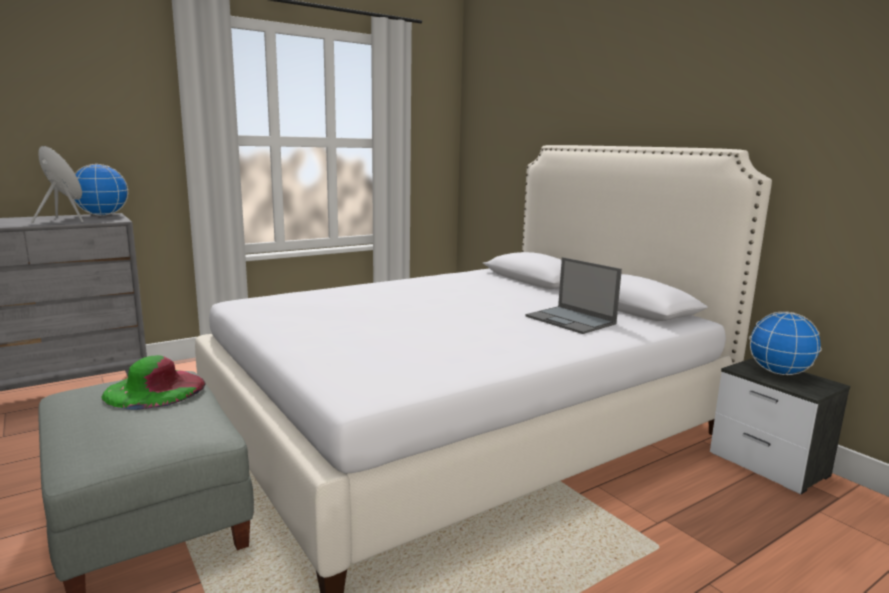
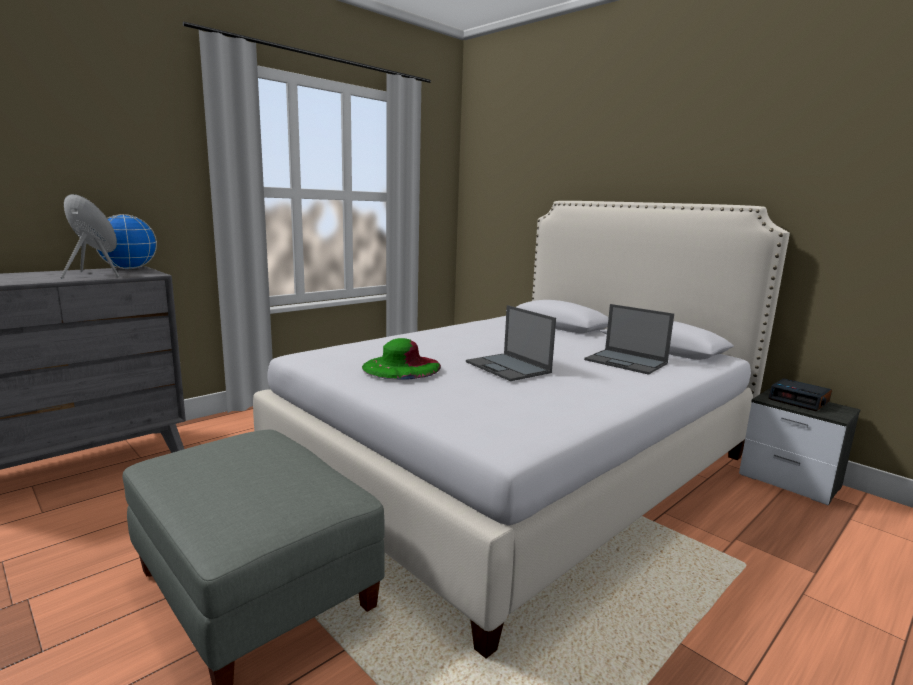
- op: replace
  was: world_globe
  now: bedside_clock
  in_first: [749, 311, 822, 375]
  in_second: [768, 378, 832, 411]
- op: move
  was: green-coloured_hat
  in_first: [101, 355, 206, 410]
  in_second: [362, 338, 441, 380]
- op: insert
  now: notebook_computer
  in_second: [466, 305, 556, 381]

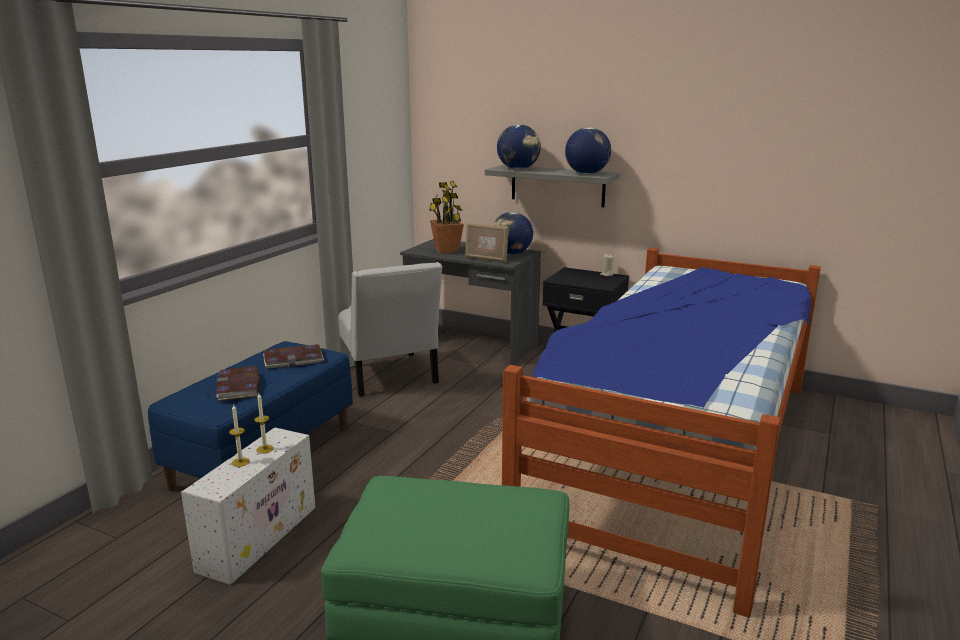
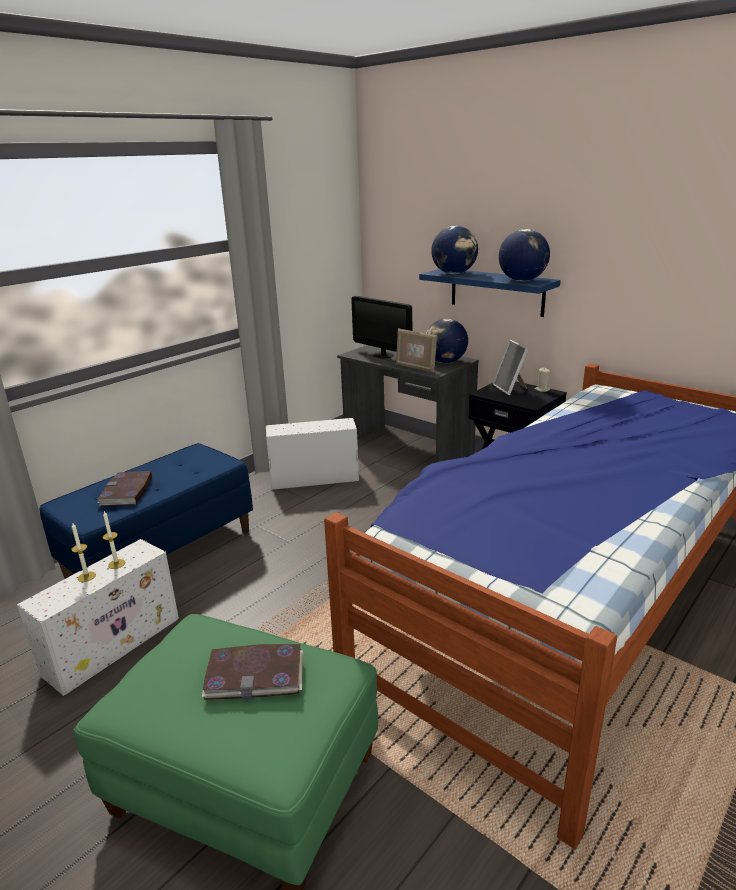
- op: recolor
  was: gray_shelf
  now: blue_shelf
  in_first: [485, 165, 619, 207]
  in_second: [419, 269, 561, 317]
- op: replace
  was: plant_in_a_pot
  now: computer_screen
  in_first: [429, 181, 464, 254]
  in_second: [351, 296, 412, 358]
- op: replace
  was: whitish_chair
  now: whitish_storage_box
  in_first: [338, 262, 442, 397]
  in_second: [266, 418, 359, 490]
- op: move
  was: bound_book
  in_first: [263, 344, 324, 369]
  in_second: [201, 644, 303, 700]
- op: insert
  now: photo_frame
  in_second: [492, 340, 529, 395]

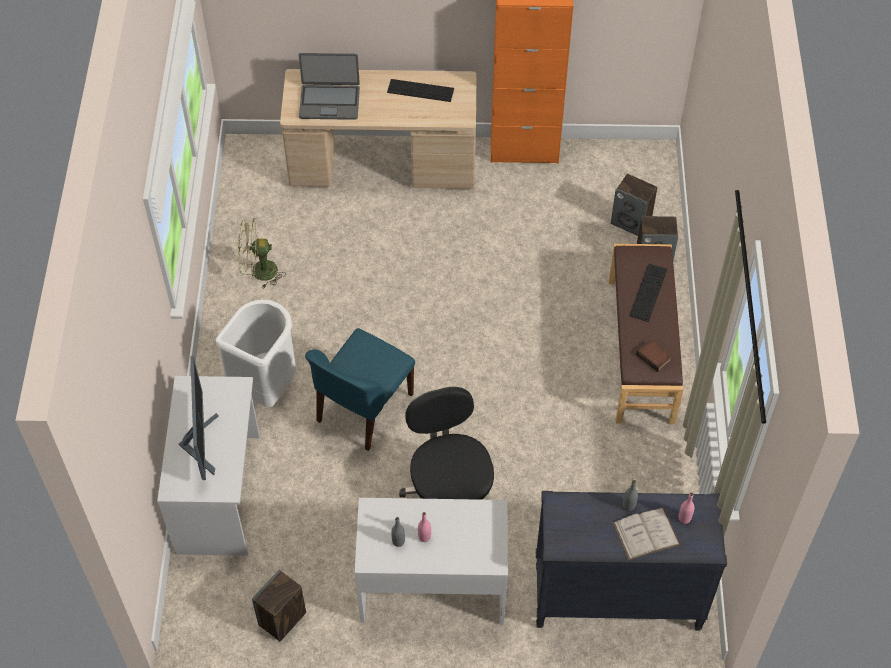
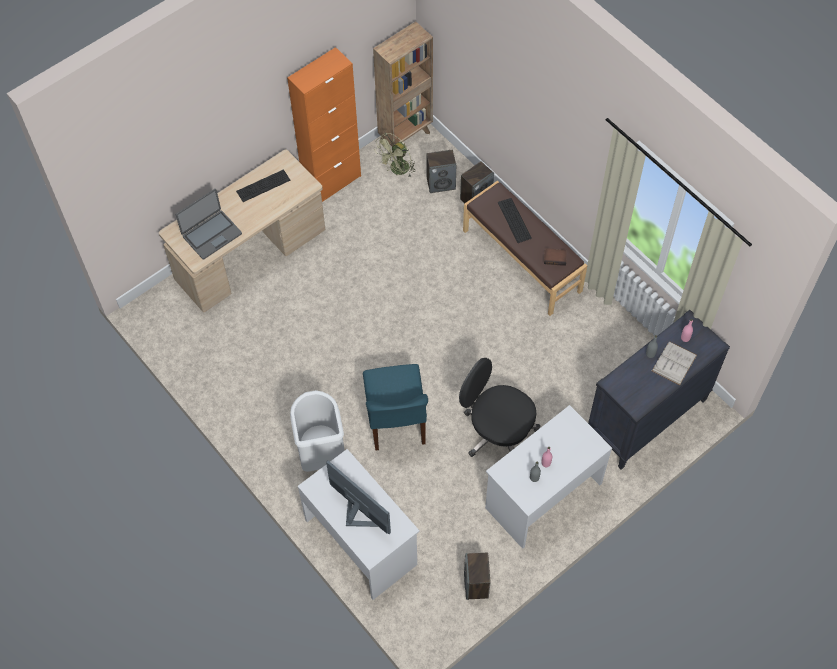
- op: move
  was: green-coloured_fan
  in_first: [238, 218, 286, 287]
  in_second: [375, 133, 415, 177]
- op: insert
  now: brown_shelving_unit
  in_second: [373, 21, 433, 146]

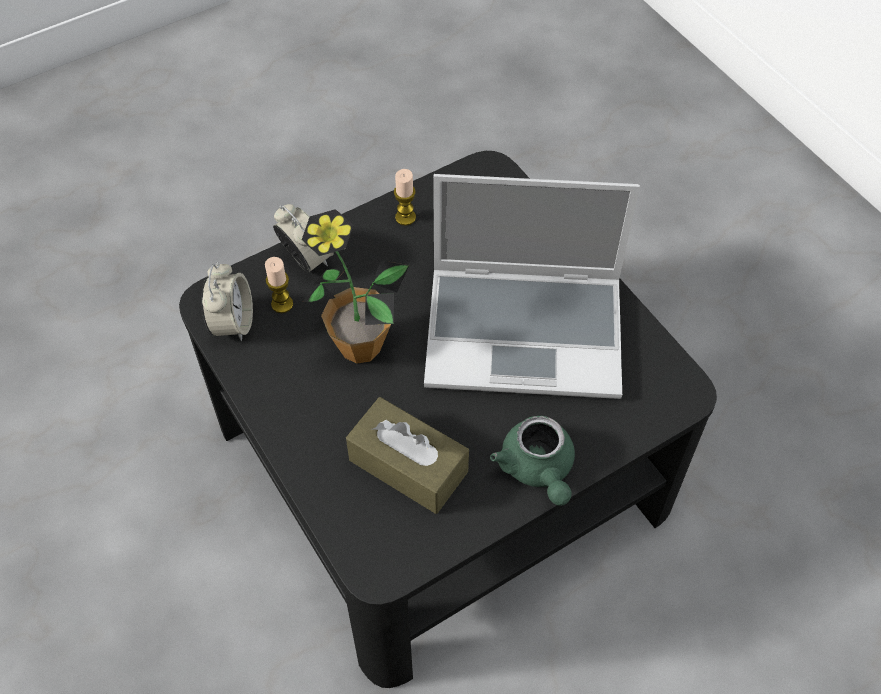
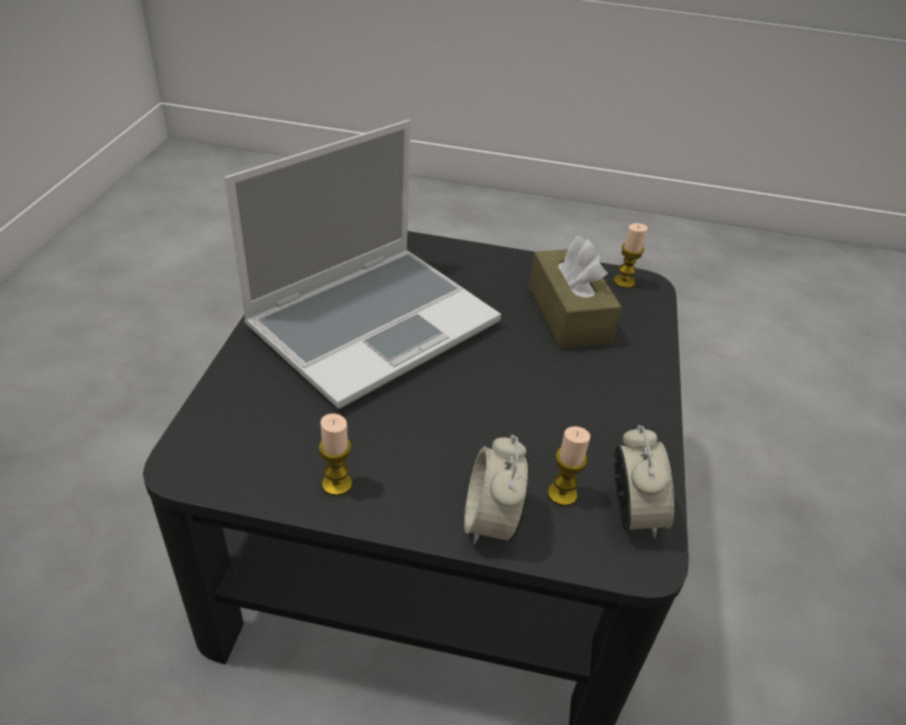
- op: rotate
  was: notebook_computer
  in_first: [424, 174, 640, 399]
  in_second: [224, 120, 501, 409]
  clockwise: 90
- op: delete
  was: plant_in_a_pot
  in_first: [302, 209, 409, 364]
- op: rotate
  was: bedside_clock
  in_first: [201, 262, 253, 341]
  in_second: [614, 425, 674, 538]
  clockwise: 135
- op: delete
  was: green-coloured_teapot
  in_first: [490, 416, 575, 506]
- op: insert
  now: wax_light
  in_second: [613, 223, 648, 288]

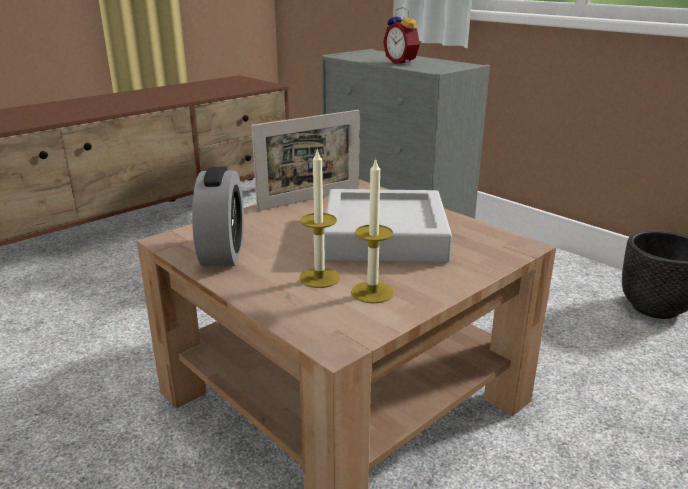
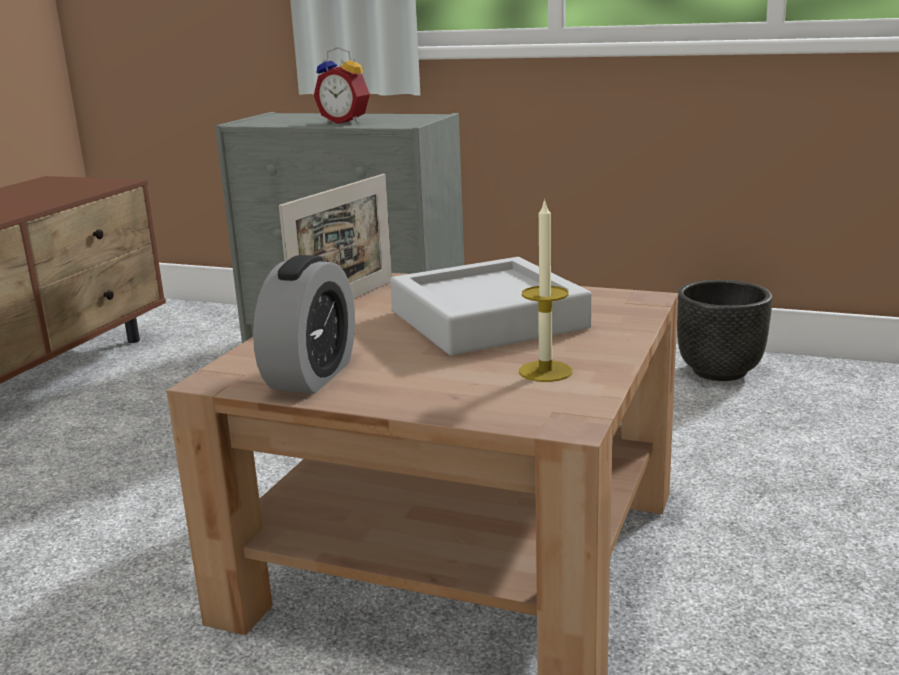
- op: delete
  was: wax_light
  in_first: [299, 148, 340, 288]
- op: rotate
  was: bedside_clock
  in_first: [192, 167, 244, 266]
  in_second: [253, 255, 355, 394]
  clockwise: 45

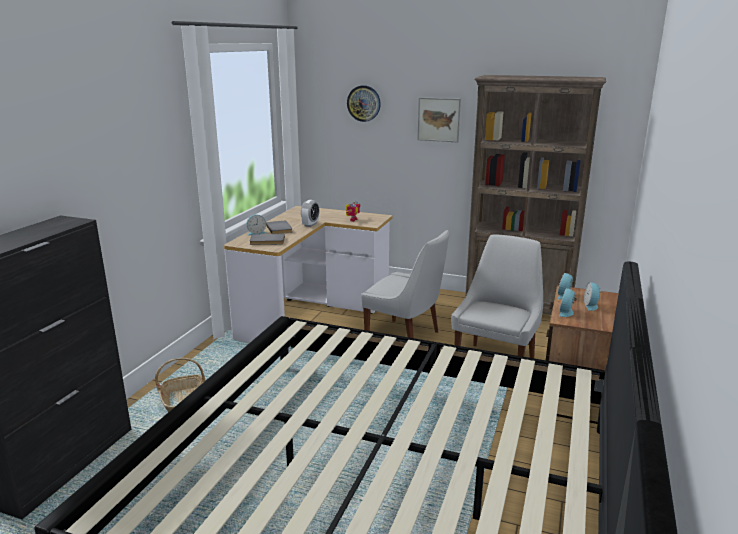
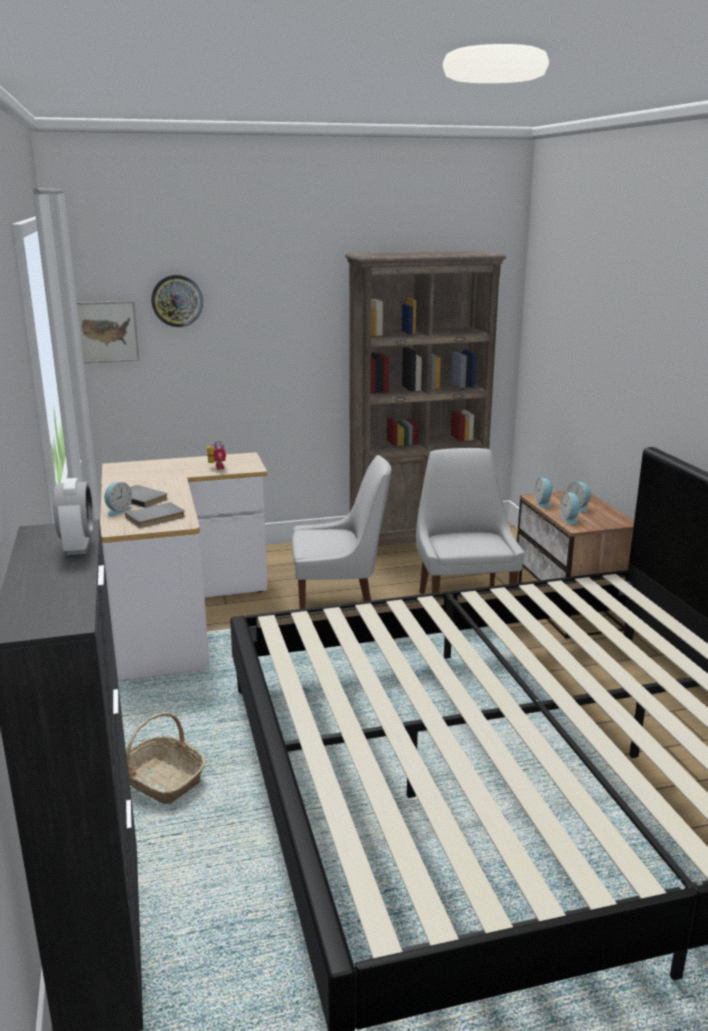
- op: move
  was: wall_art
  in_first: [417, 97, 461, 142]
  in_second: [77, 301, 140, 363]
- op: move
  was: bedside_clock
  in_first: [301, 200, 319, 227]
  in_second: [53, 478, 93, 555]

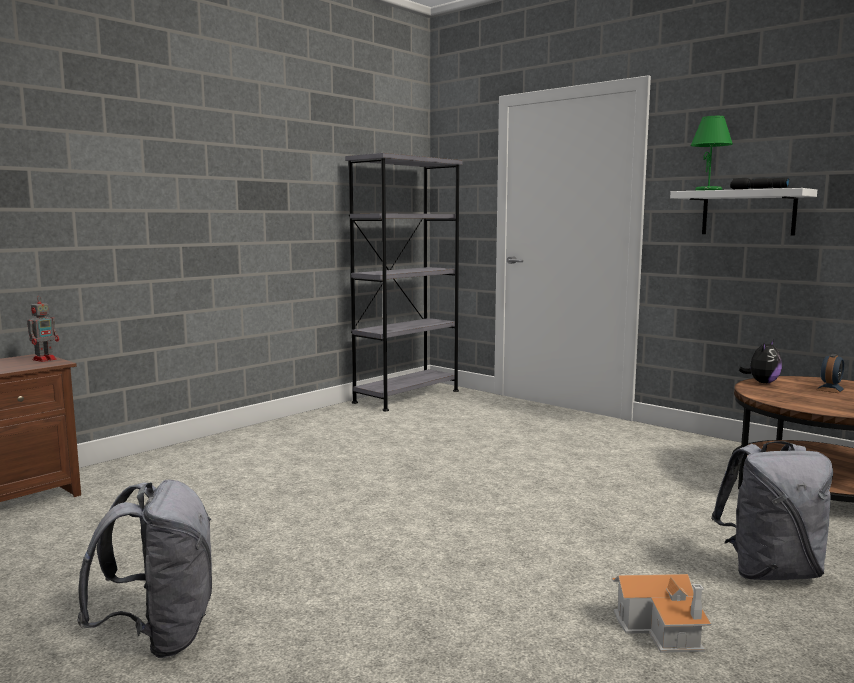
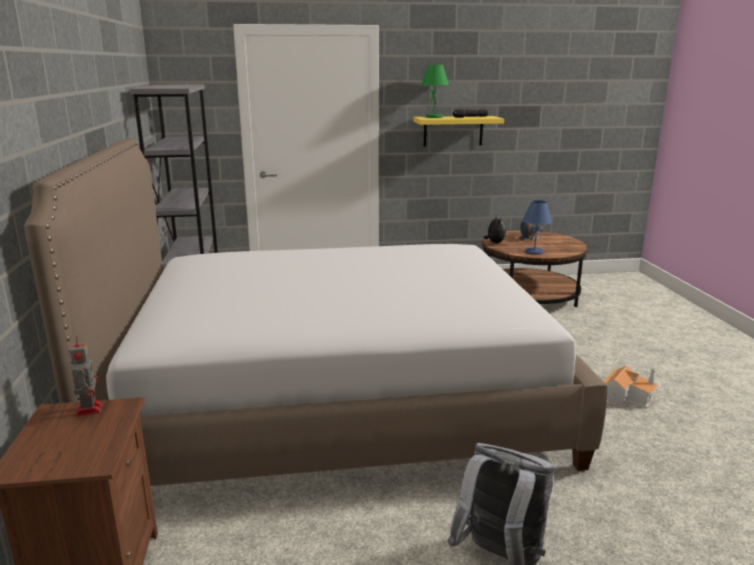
- op: recolor
  was: whitish_shelf
  now: yellow-coloured_shelf
  in_first: [670, 188, 817, 236]
  in_second: [413, 116, 504, 147]
- op: delete
  was: gray_knapsack
  in_first: [711, 441, 833, 580]
- op: insert
  now: sleeping_bed
  in_second: [24, 138, 608, 486]
- op: insert
  now: blue_tabletop_lamp
  in_second: [523, 200, 552, 255]

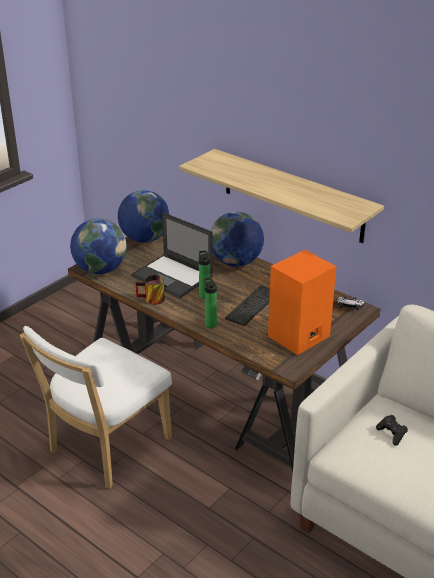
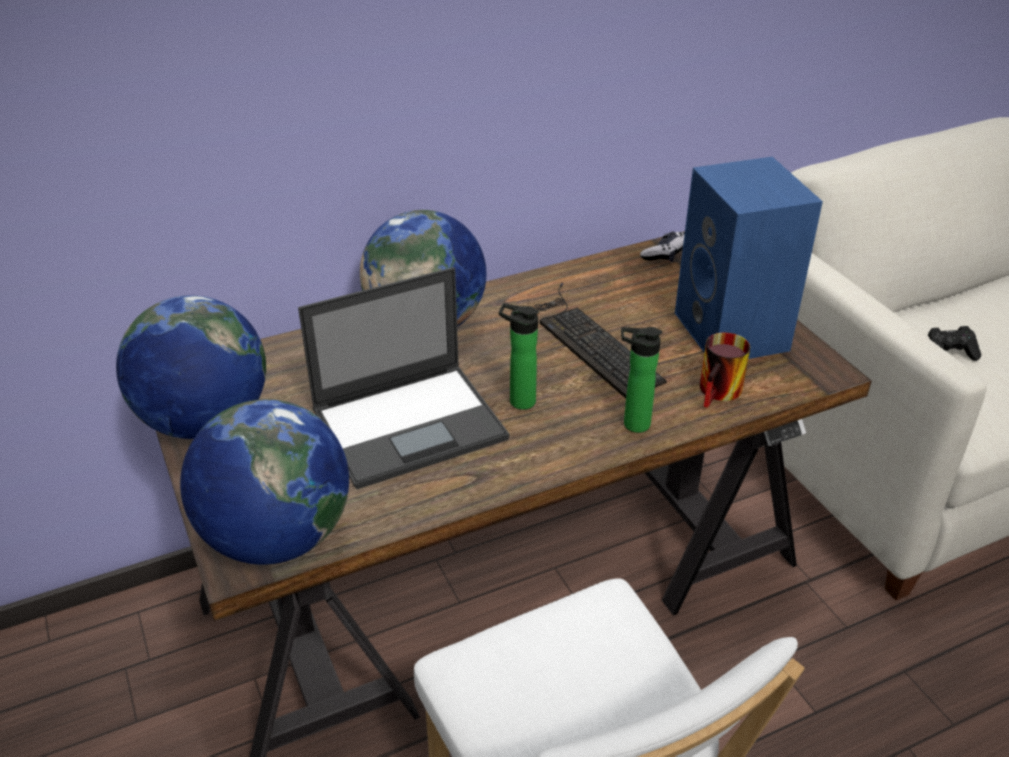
- op: delete
  was: shelf
  in_first: [179, 149, 384, 243]
- op: recolor
  was: orange-coloured_loudspeaker
  now: blue_loudspeaker
  in_first: [268, 250, 336, 355]
  in_second: [675, 157, 823, 359]
- op: move
  was: mug
  in_first: [136, 275, 165, 305]
  in_second: [700, 332, 750, 408]

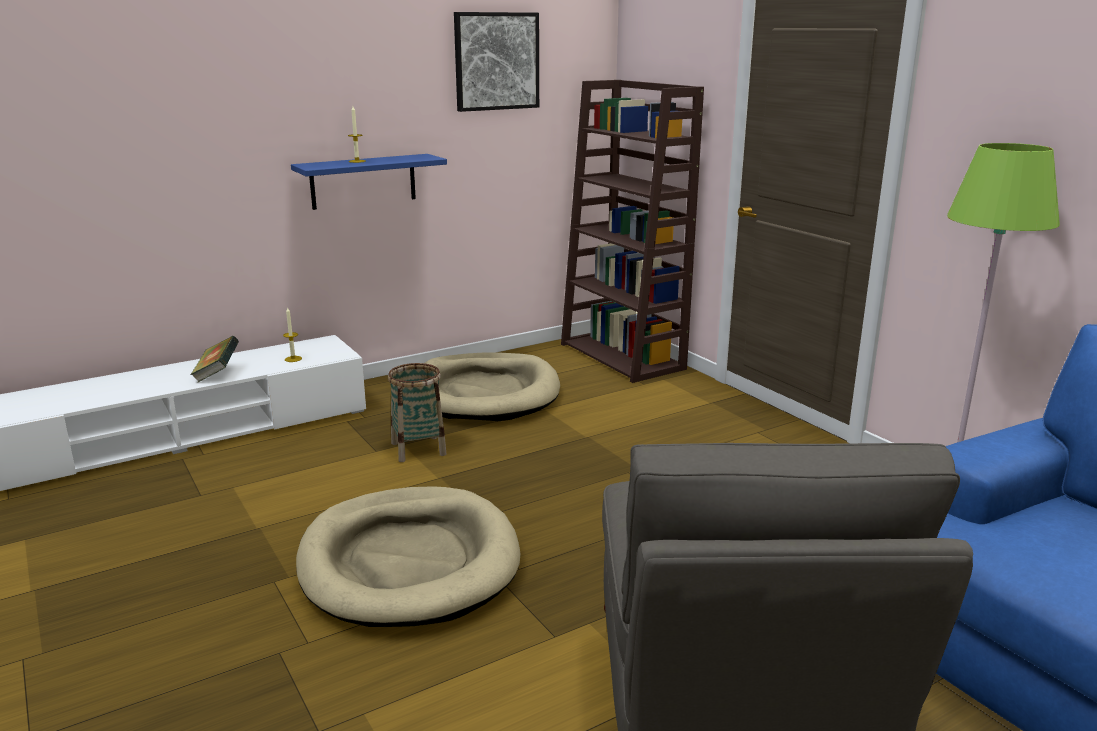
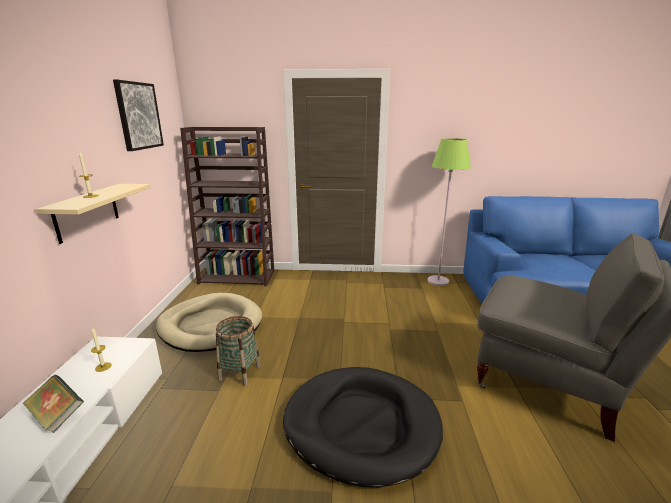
- op: recolor
  was: blue_shelf
  now: beige_shelf
  in_first: [291, 154, 447, 210]
  in_second: [36, 184, 150, 244]
- op: recolor
  was: beige_dog_bed
  now: black_dog_bed
  in_first: [296, 486, 521, 627]
  in_second: [283, 367, 443, 488]

